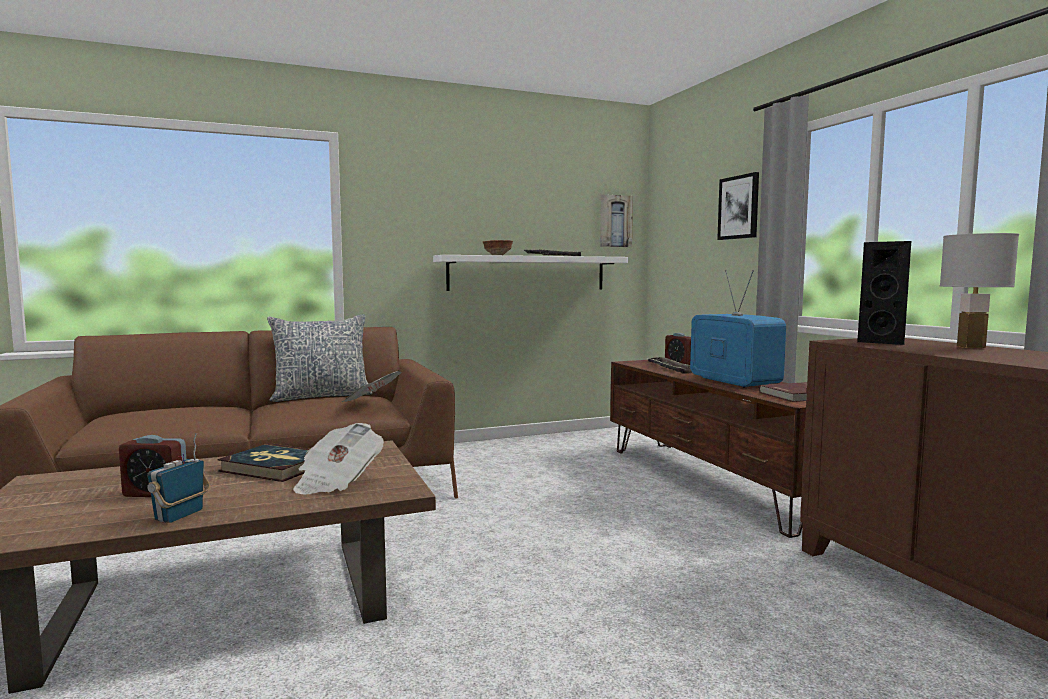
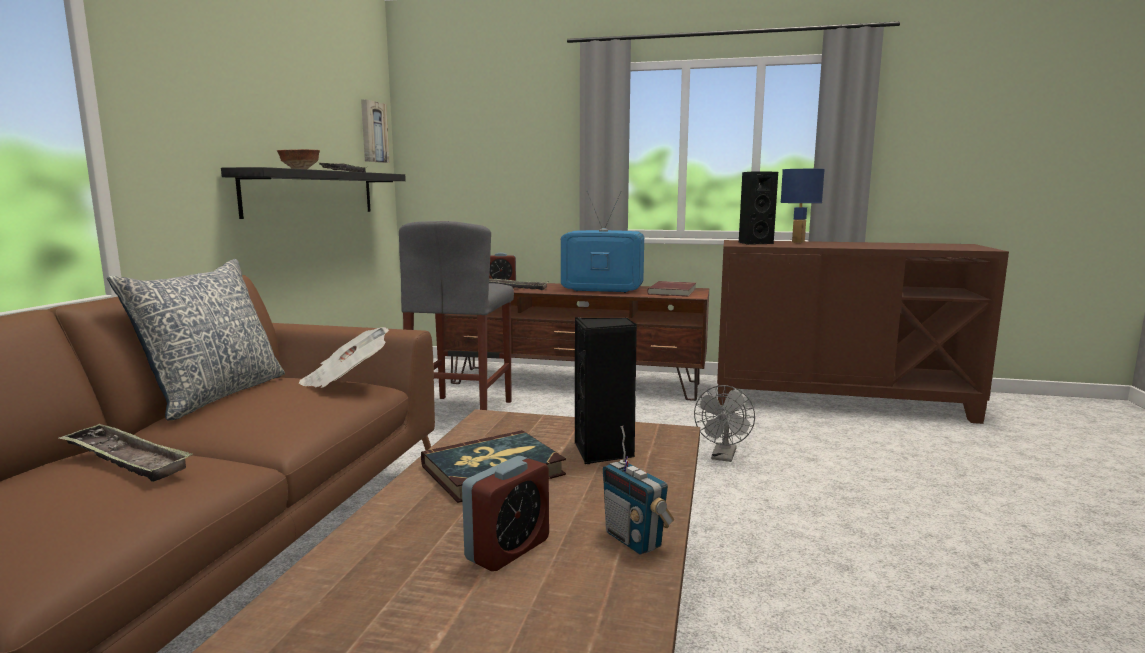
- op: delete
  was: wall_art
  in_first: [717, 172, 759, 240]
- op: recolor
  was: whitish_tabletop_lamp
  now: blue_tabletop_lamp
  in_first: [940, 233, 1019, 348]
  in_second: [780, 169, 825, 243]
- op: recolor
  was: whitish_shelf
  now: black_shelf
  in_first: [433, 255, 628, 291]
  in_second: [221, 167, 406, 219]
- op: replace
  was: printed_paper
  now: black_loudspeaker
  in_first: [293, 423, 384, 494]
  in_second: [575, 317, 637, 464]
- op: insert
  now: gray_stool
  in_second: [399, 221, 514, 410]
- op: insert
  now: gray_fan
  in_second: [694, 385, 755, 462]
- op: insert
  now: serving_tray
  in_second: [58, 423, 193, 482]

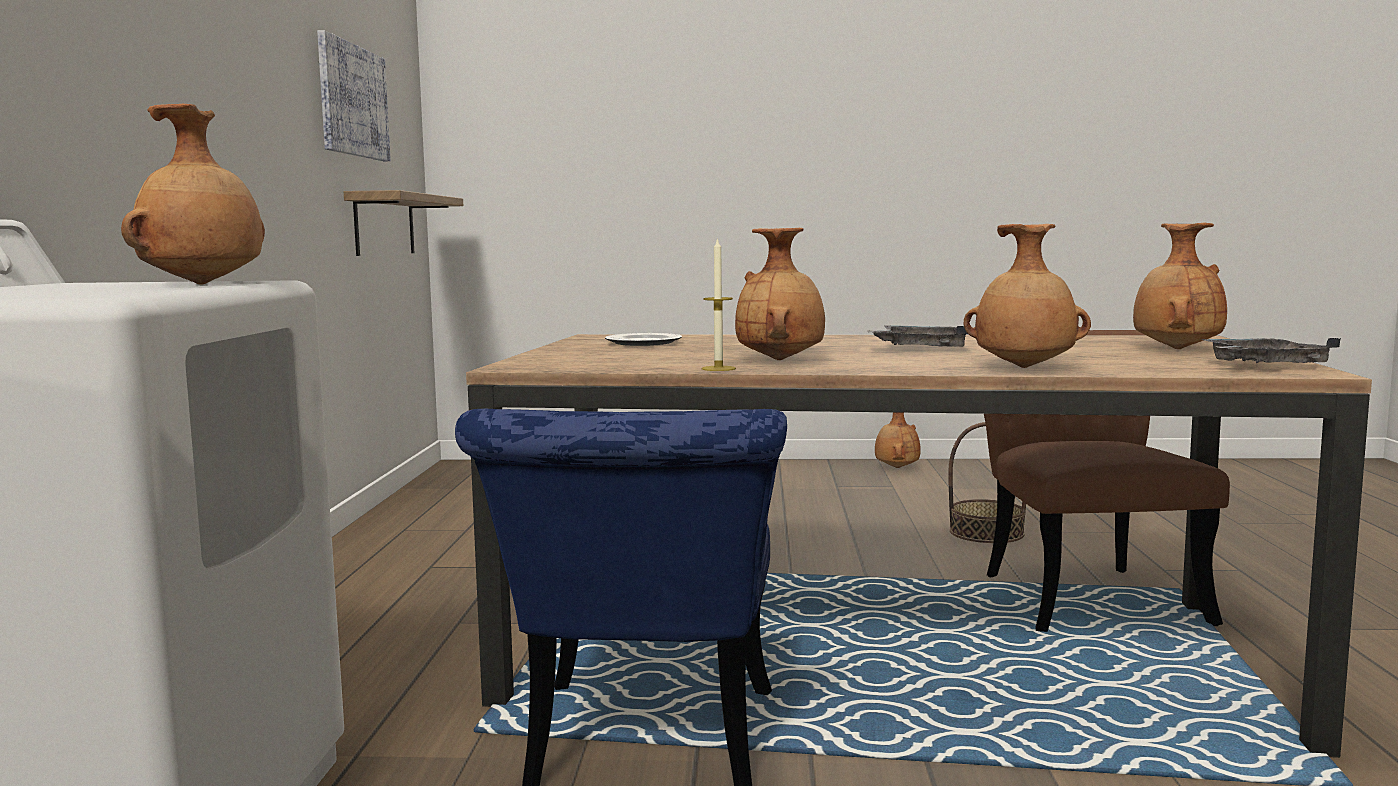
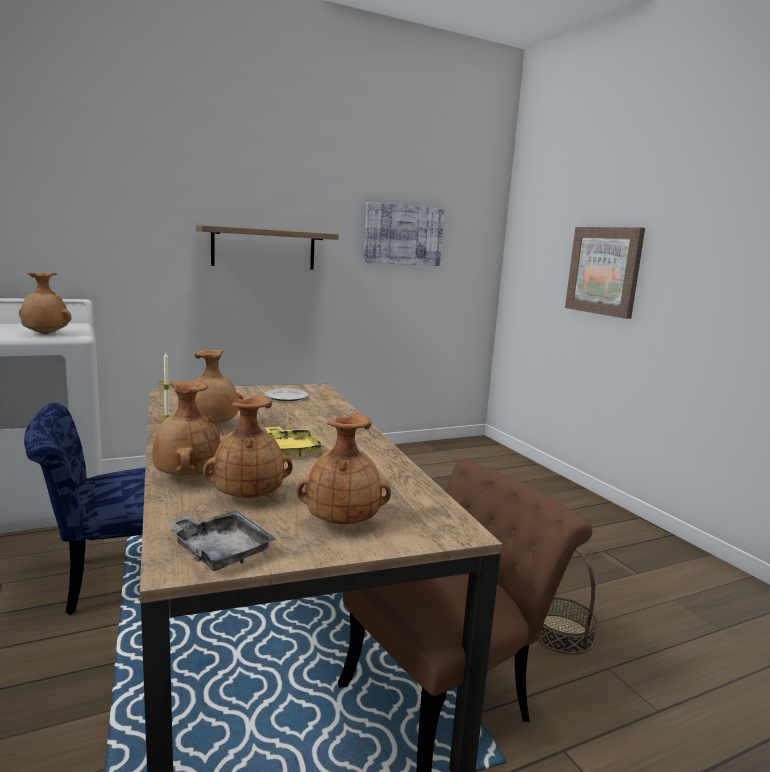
- op: move
  was: shelf
  in_first: [344, 190, 463, 256]
  in_second: [196, 225, 339, 270]
- op: recolor
  was: gray_serving_tray
  now: yellow-coloured_serving_tray
  in_first: [867, 325, 968, 347]
  in_second: [264, 426, 326, 456]
- op: move
  was: brown_flower_vase
  in_first: [875, 412, 921, 468]
  in_second: [203, 395, 293, 498]
- op: insert
  now: wall_art
  in_second: [565, 227, 645, 319]

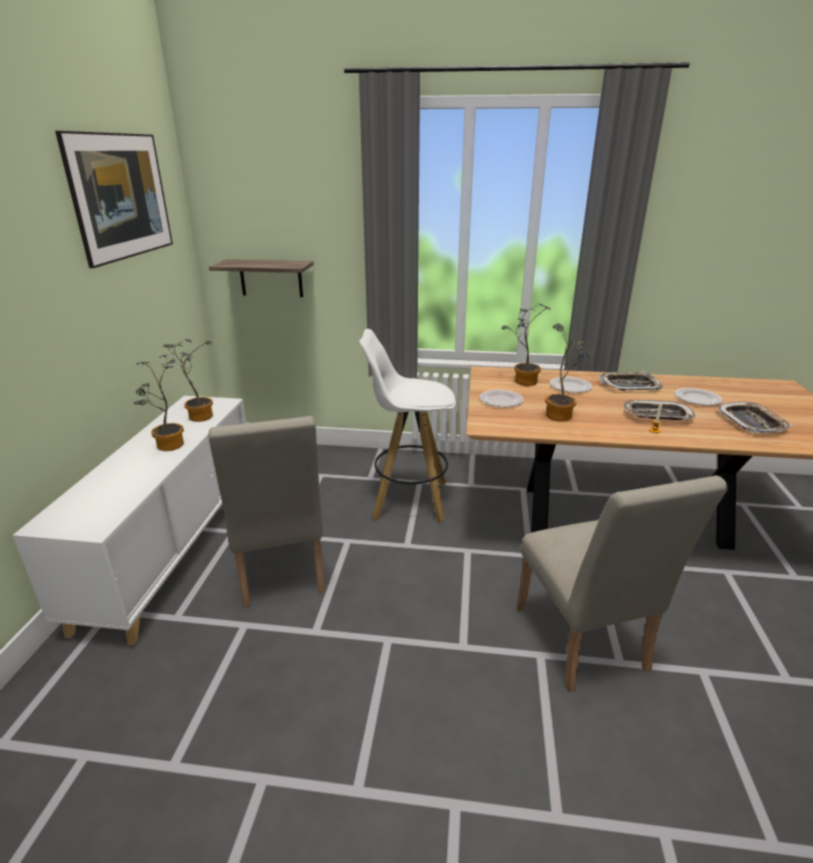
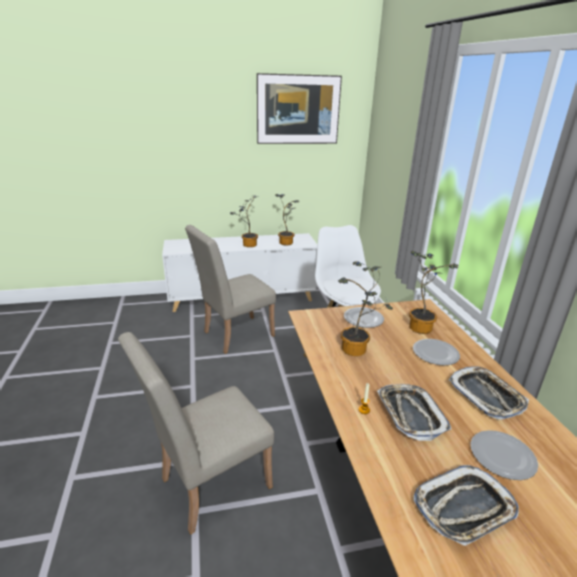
- op: delete
  was: shelf
  in_first: [209, 259, 314, 297]

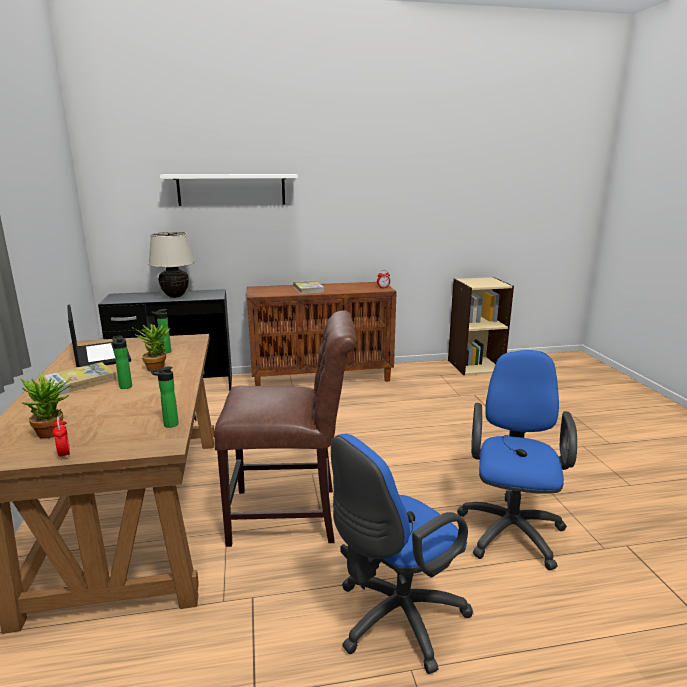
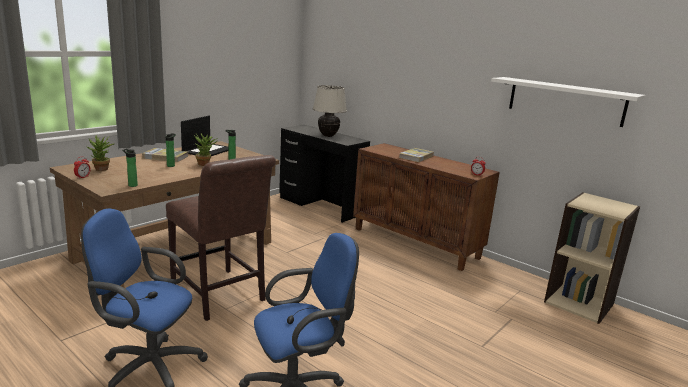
- op: move
  was: whitish_shelf
  in_first: [160, 174, 298, 206]
  in_second: [491, 77, 645, 127]

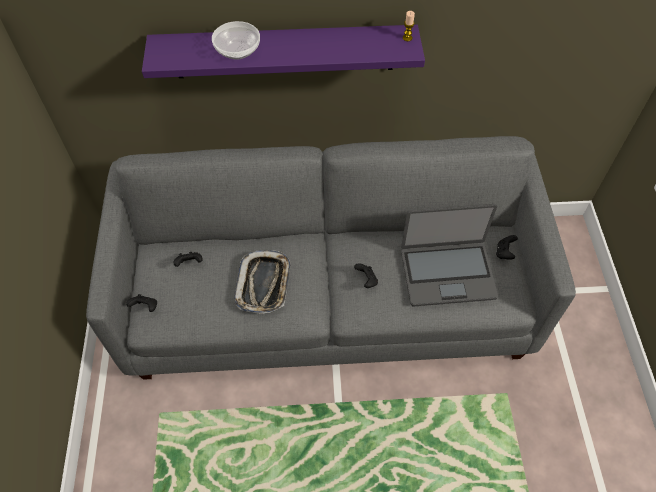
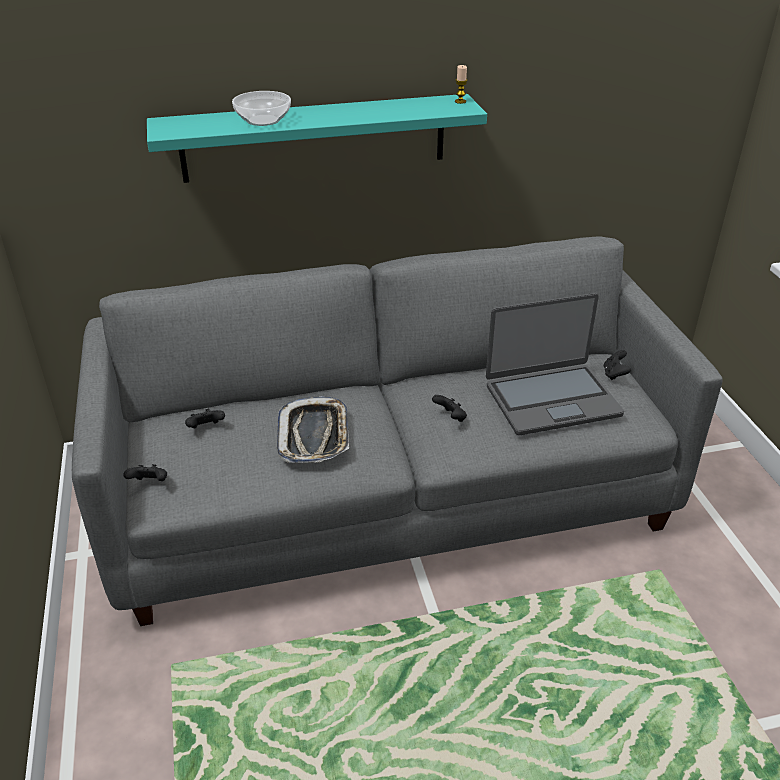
- op: recolor
  was: purplish_shelf
  now: blue-green_shelf
  in_first: [142, 25, 425, 78]
  in_second: [147, 94, 487, 183]

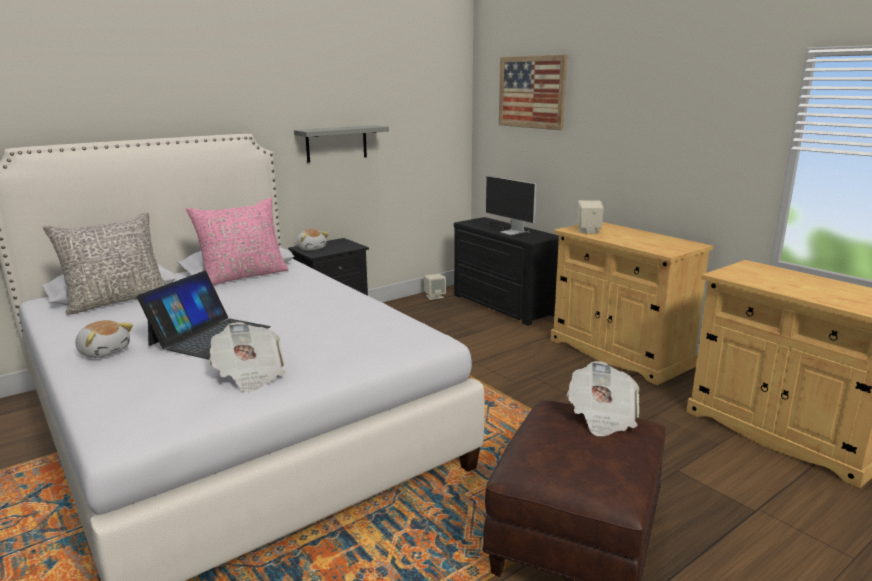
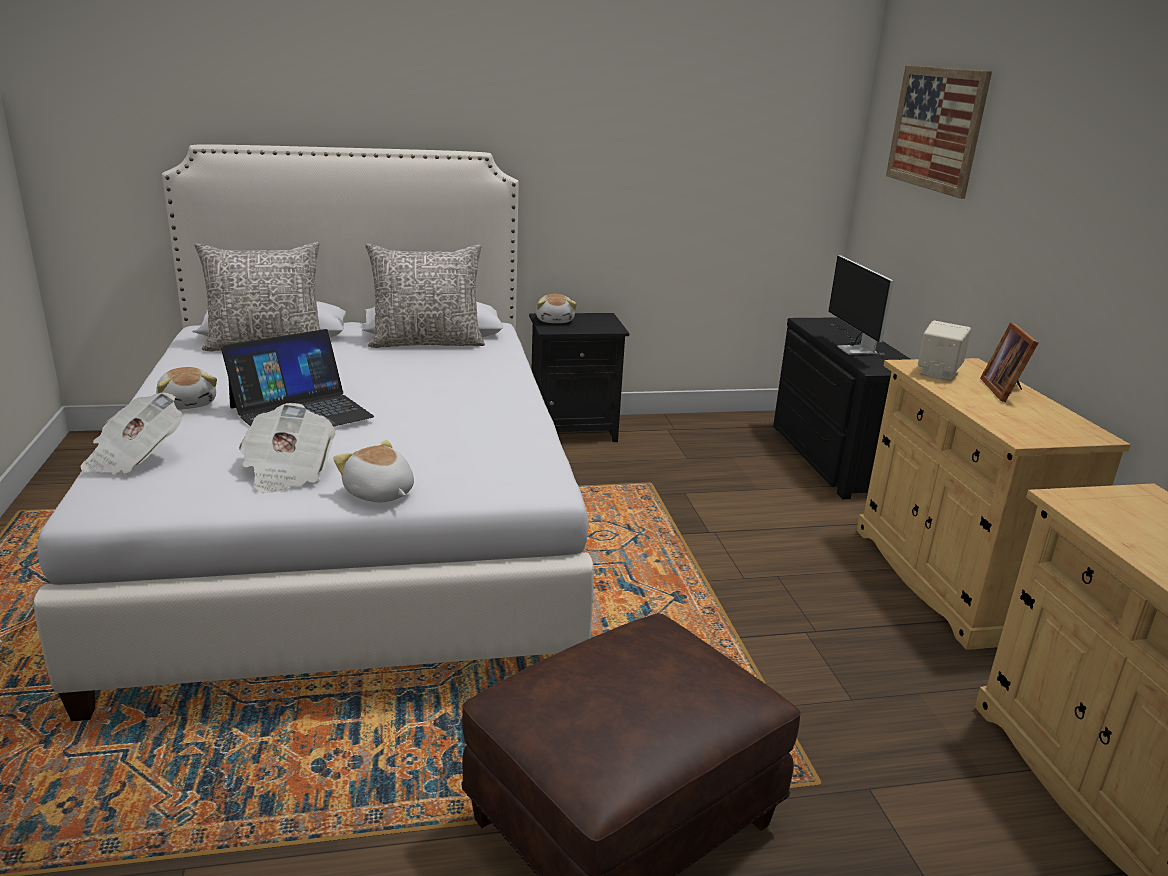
- op: delete
  was: gray_shelf
  in_first: [294, 125, 389, 163]
- op: recolor
  was: pink-coloured_cushion
  now: gray_cushion
  in_first: [186, 198, 289, 285]
  in_second: [365, 243, 485, 348]
- op: delete
  was: beige_loudspeaker
  in_first: [424, 274, 446, 300]
- op: move
  was: printed_paper
  in_first: [567, 361, 639, 436]
  in_second: [80, 392, 182, 473]
- op: insert
  now: photo_frame
  in_second: [980, 322, 1038, 402]
- op: insert
  now: soft_toy
  in_second: [333, 440, 414, 502]

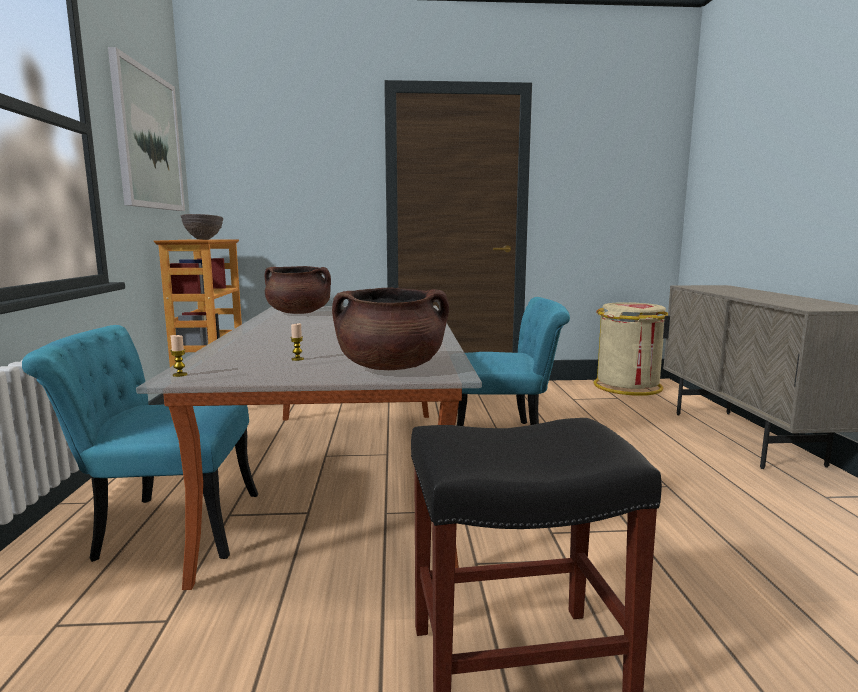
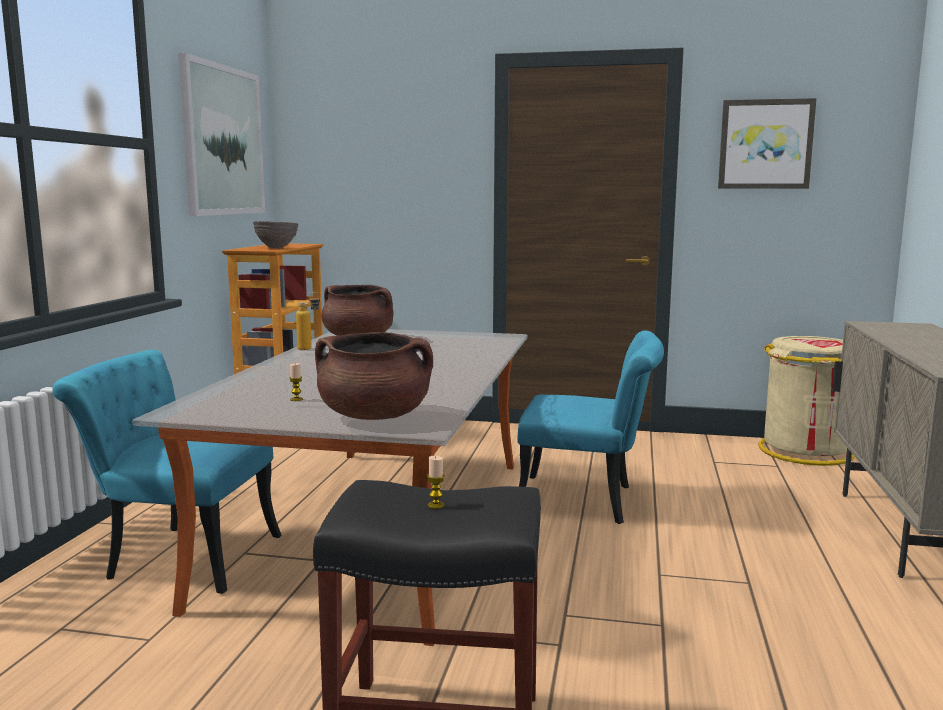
- op: move
  was: wax_light
  in_first: [170, 334, 187, 377]
  in_second: [427, 456, 445, 509]
- op: insert
  now: wall_art
  in_second: [718, 98, 817, 189]
- op: insert
  now: bottle
  in_second: [296, 292, 320, 350]

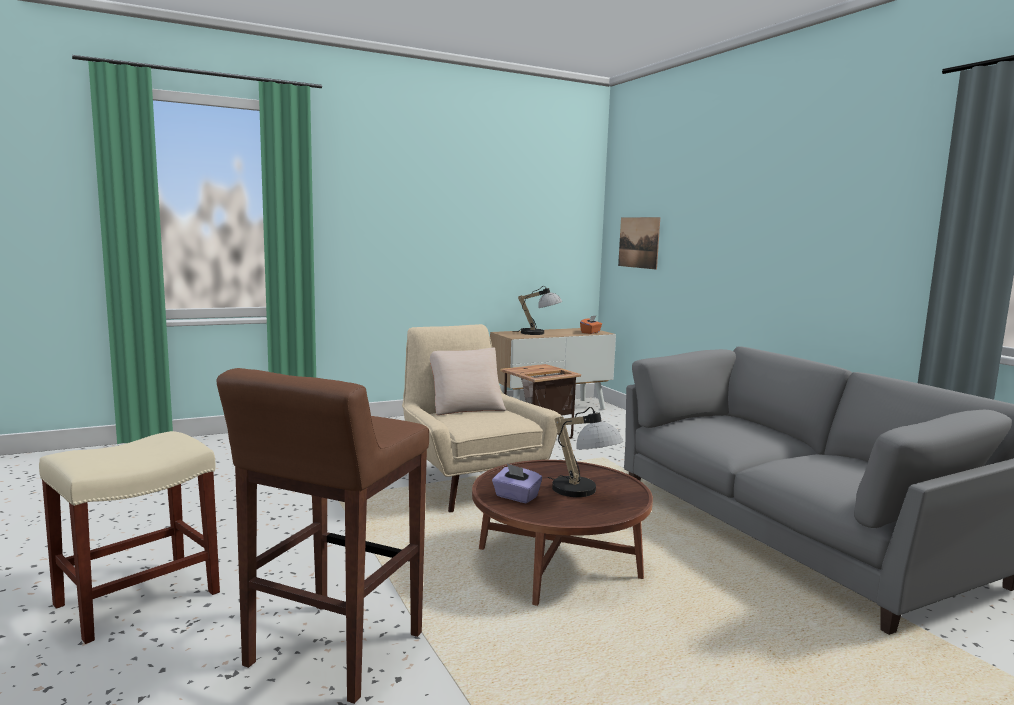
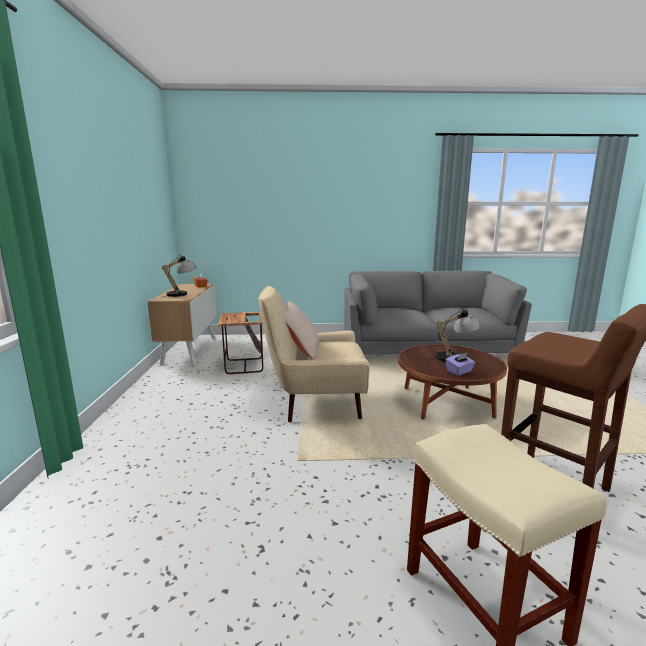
- op: delete
  was: wall_art
  in_first: [618, 217, 660, 270]

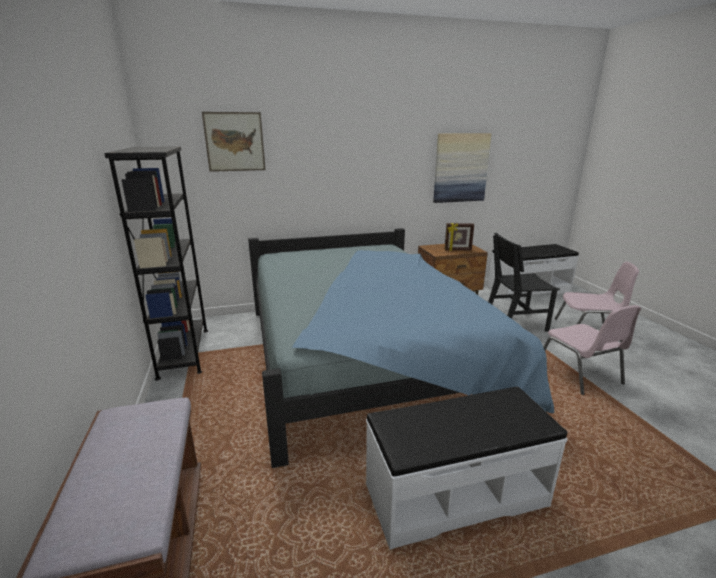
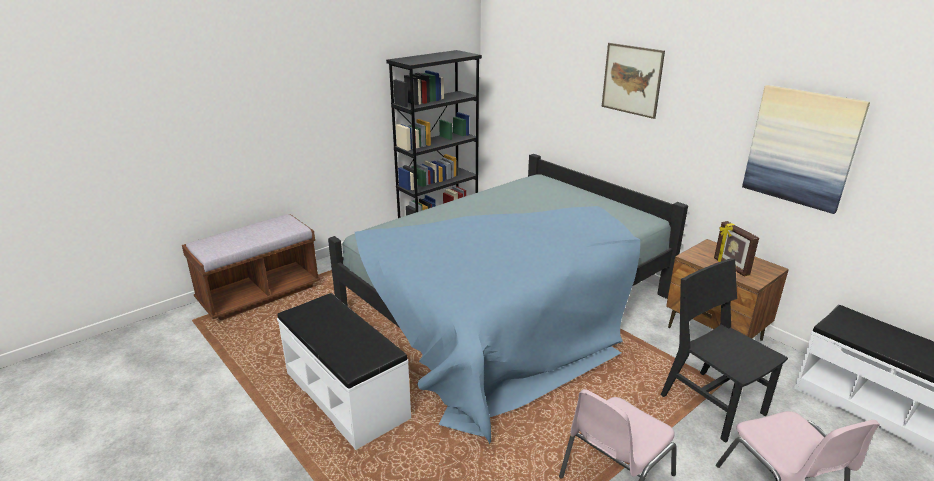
- op: move
  was: wall_art
  in_first: [202, 112, 266, 172]
  in_second: [602, 43, 665, 119]

